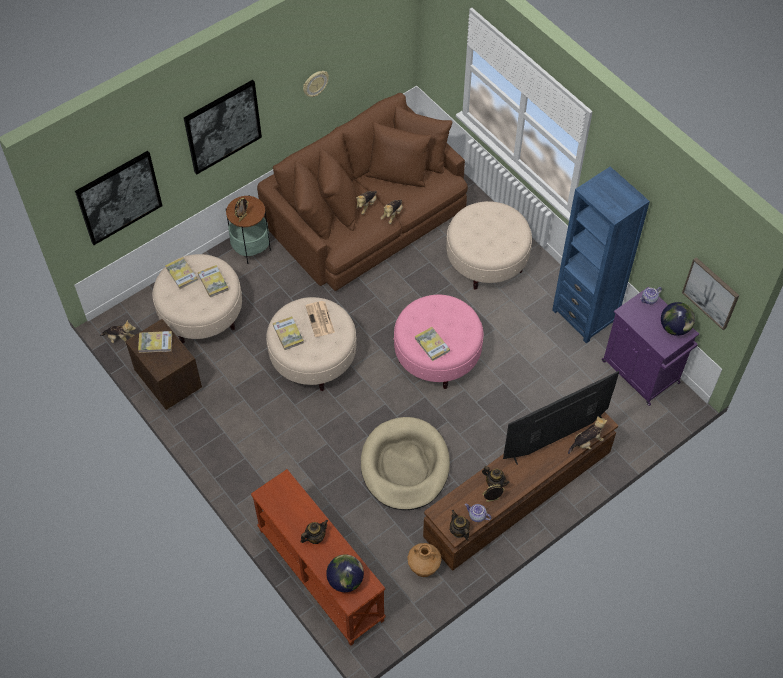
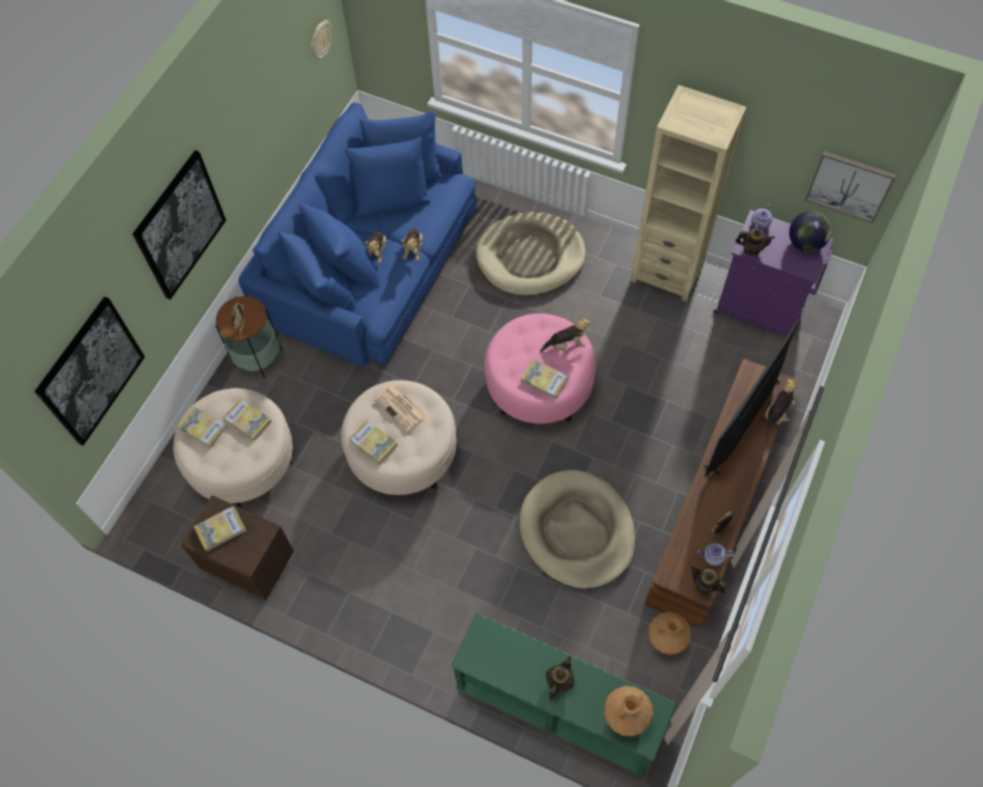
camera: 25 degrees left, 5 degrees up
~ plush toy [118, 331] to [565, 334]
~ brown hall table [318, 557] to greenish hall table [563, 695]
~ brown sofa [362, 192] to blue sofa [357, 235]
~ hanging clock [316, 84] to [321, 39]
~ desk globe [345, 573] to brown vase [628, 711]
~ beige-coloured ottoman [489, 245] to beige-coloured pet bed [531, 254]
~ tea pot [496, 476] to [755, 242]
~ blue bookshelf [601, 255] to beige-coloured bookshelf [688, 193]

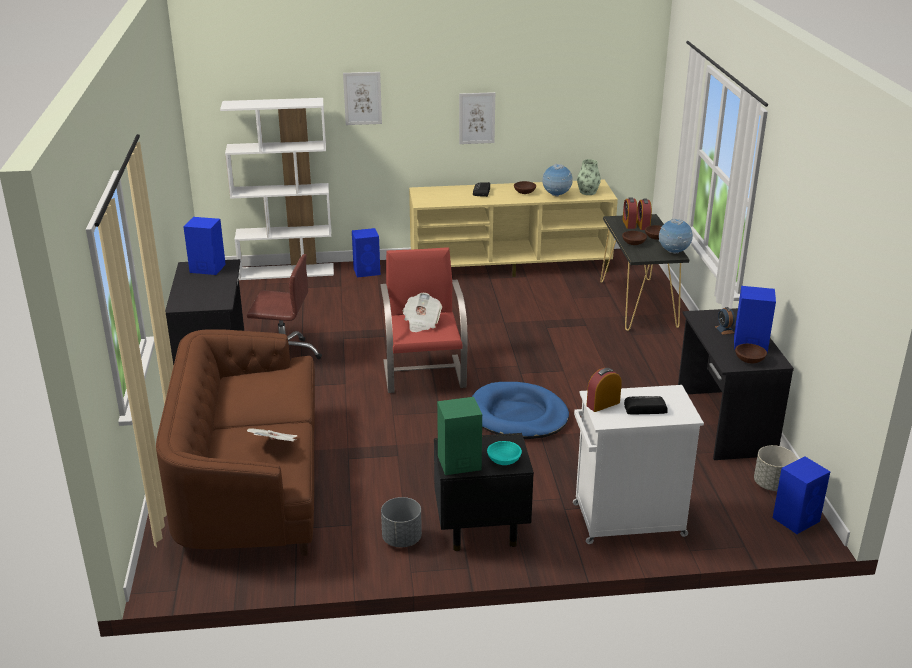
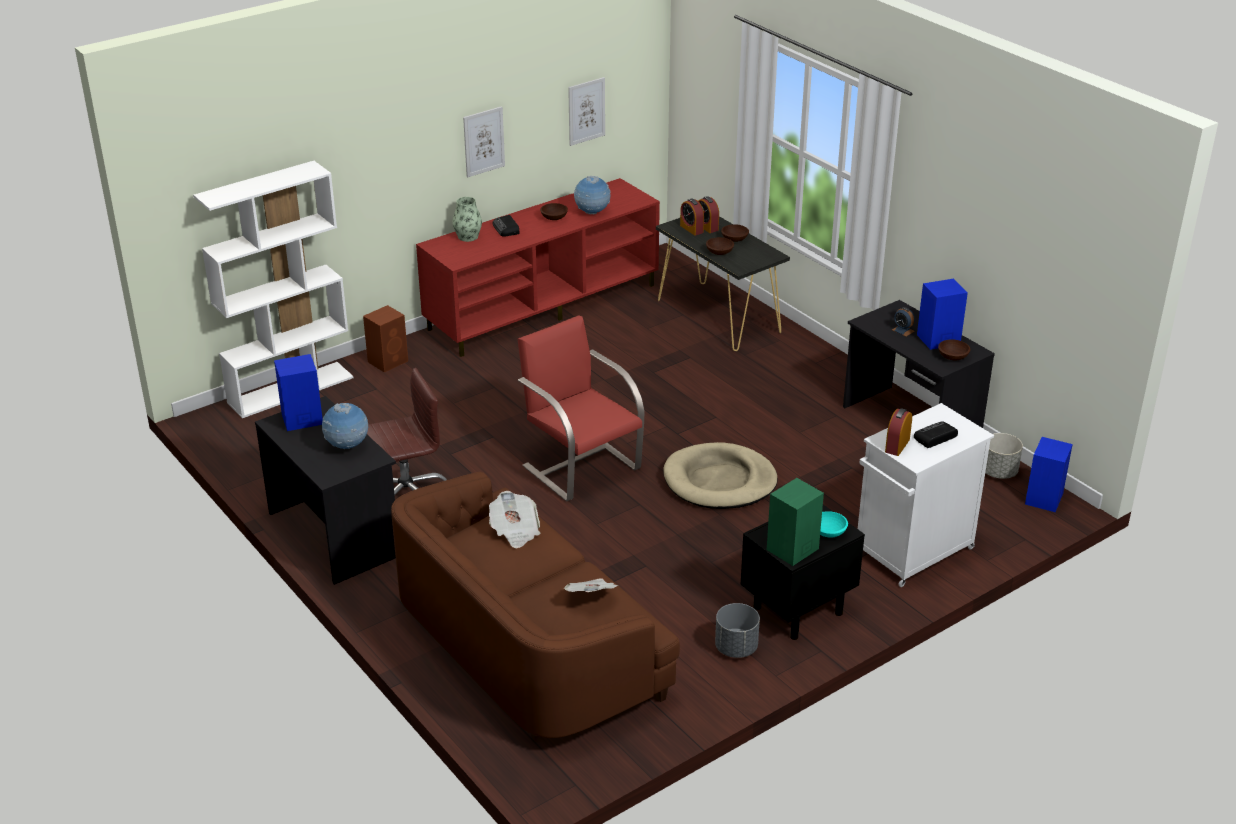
camera: 30 degrees left, 5 degrees up
~ wall art [362, 98] to [586, 111]
~ blue loudspeaker [366, 253] to brown loudspeaker [385, 338]
~ newspaper [422, 312] to [515, 519]
~ beige-coloured media console [513, 228] to reddish media console [538, 267]
~ blue pet bed [520, 410] to beige-coloured pet bed [720, 475]
~ vase [589, 177] to [467, 219]
~ desk globe [676, 236] to [345, 426]

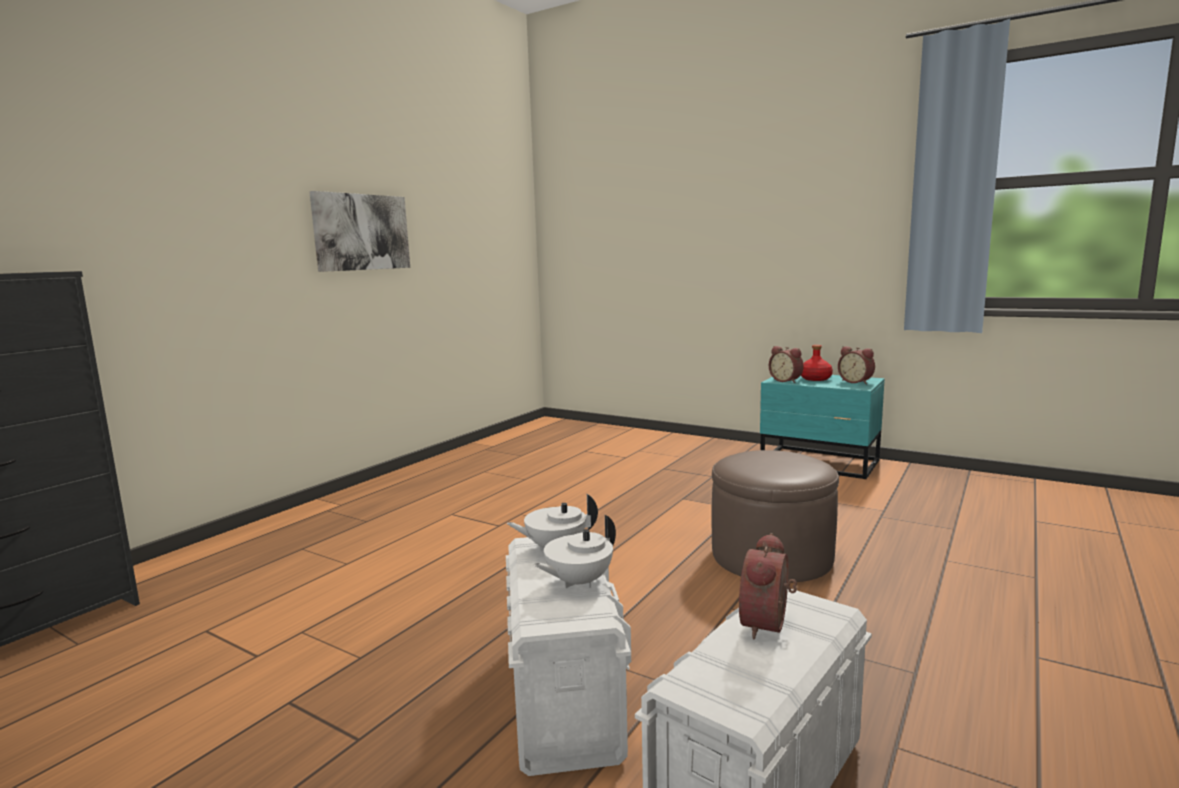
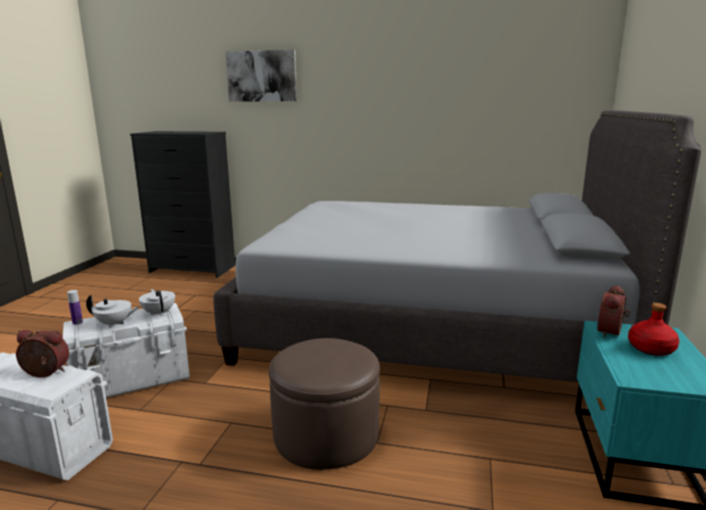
camera: 70 degrees right, 5 degrees up
~ wall art [359, 231] to [261, 76]
~ white-coloured tea pot [575, 551] = [113, 311] 150 degrees clockwise
- bedside clock [856, 365]
+ beverage bottle [75, 307]
+ gray bed [457, 246]

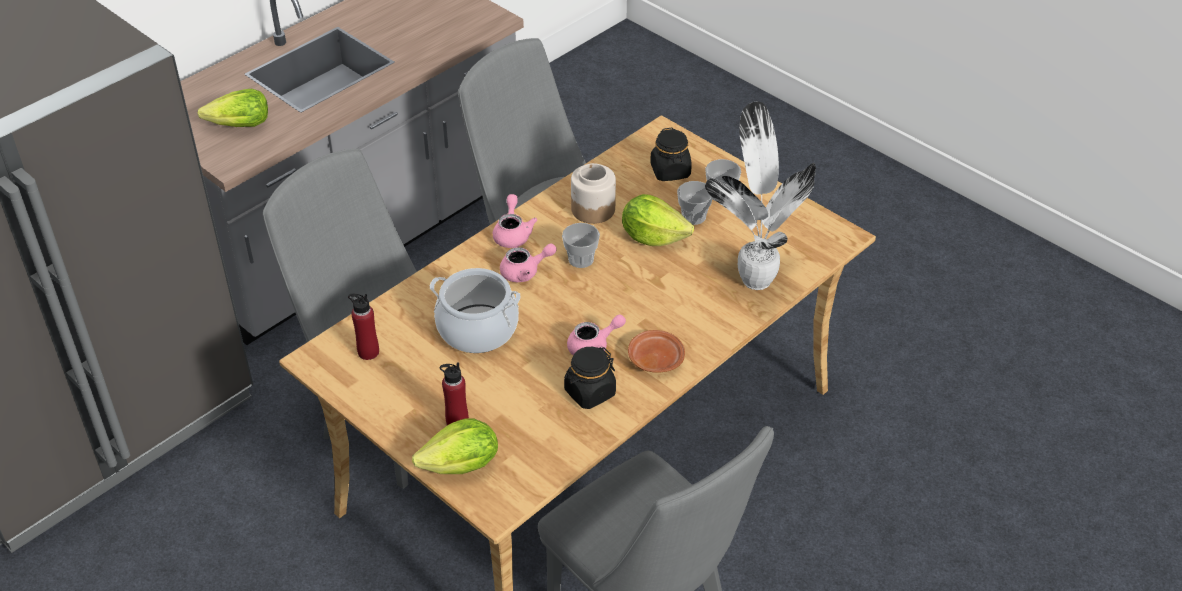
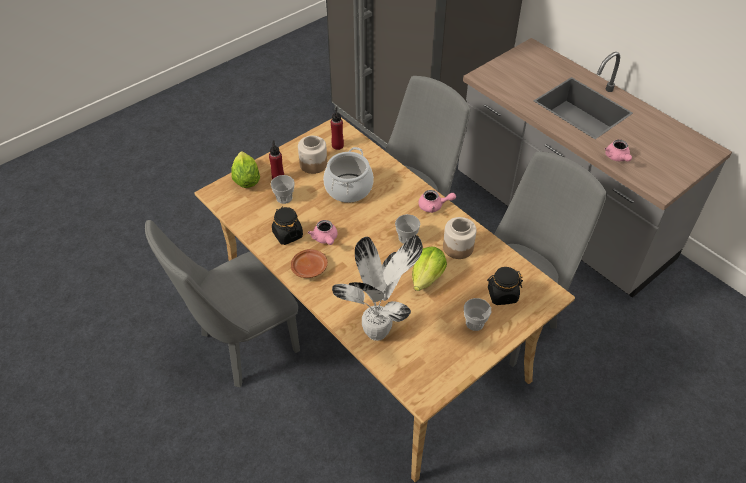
camera: 95 degrees right, 5 degrees up
- lettuce head [233, 108]
~ pink tea pot [528, 262] to [618, 150]
~ small cup [695, 203] to [283, 189]
+ storage jar [312, 155]

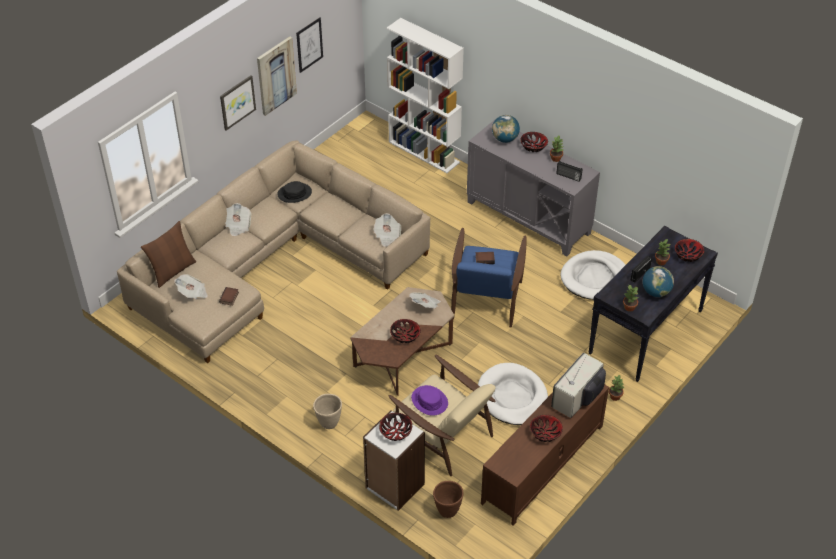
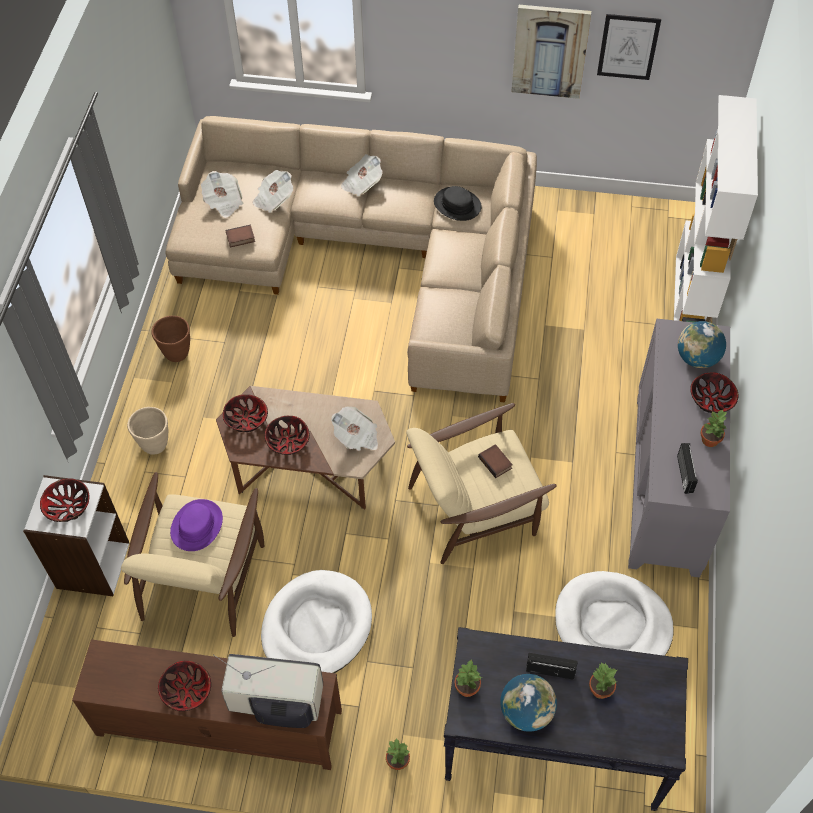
camera: 60 degrees right, 10 degrees up
- brown throw pillow [168, 254]
- wall art [238, 102]
~ newspaper [387, 230] to [272, 191]
~ brown planter [448, 499] to [170, 339]
~ blue lounge chair [489, 278] to beige-coloured lounge chair [481, 483]
~ serving bowl [690, 250] to [245, 413]

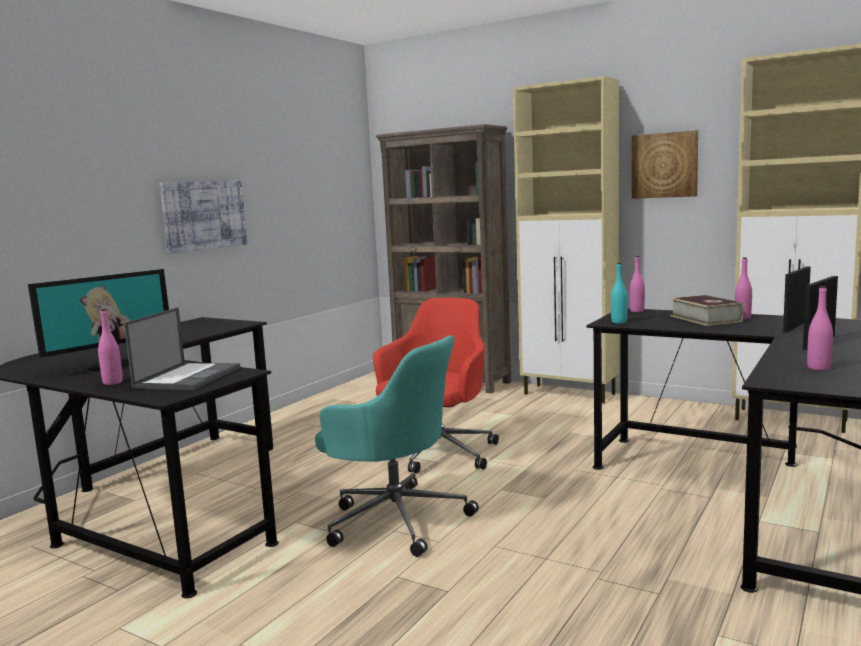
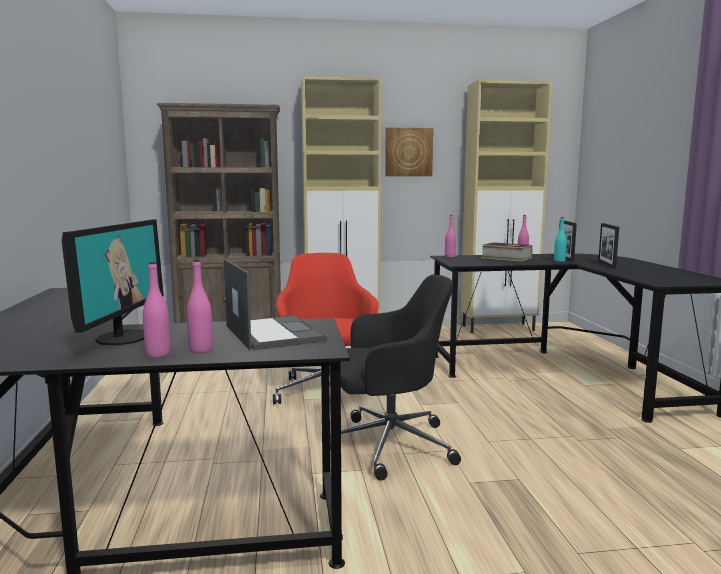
camera: 40 degrees left, 0 degrees up
- wall art [203, 217]
~ blue-green desk chair [397, 446] to black-coloured desk chair [395, 377]
~ blue-green beverage bottle [619, 293] to [560, 239]
~ pink beverage bottle [820, 328] to [156, 310]

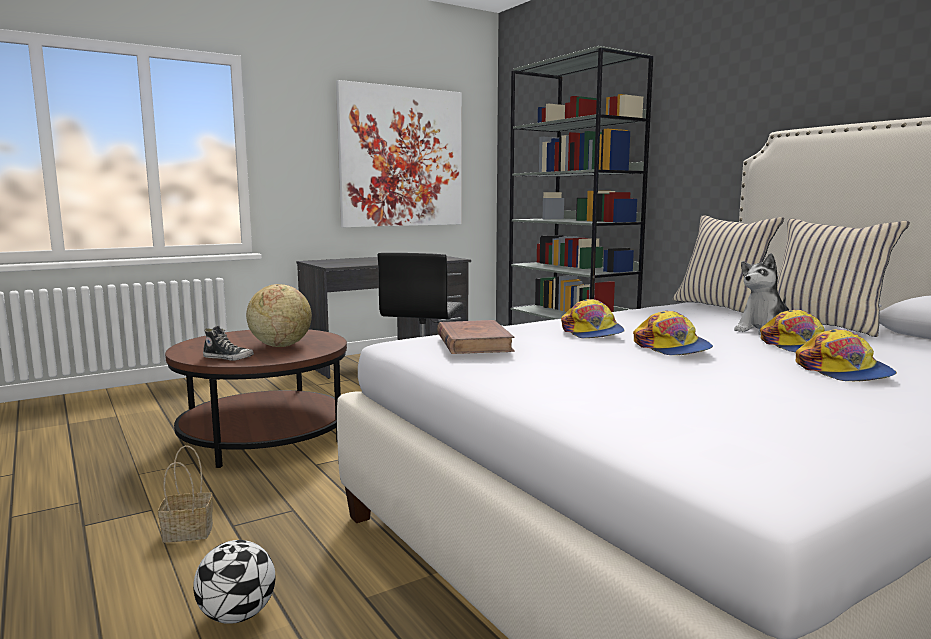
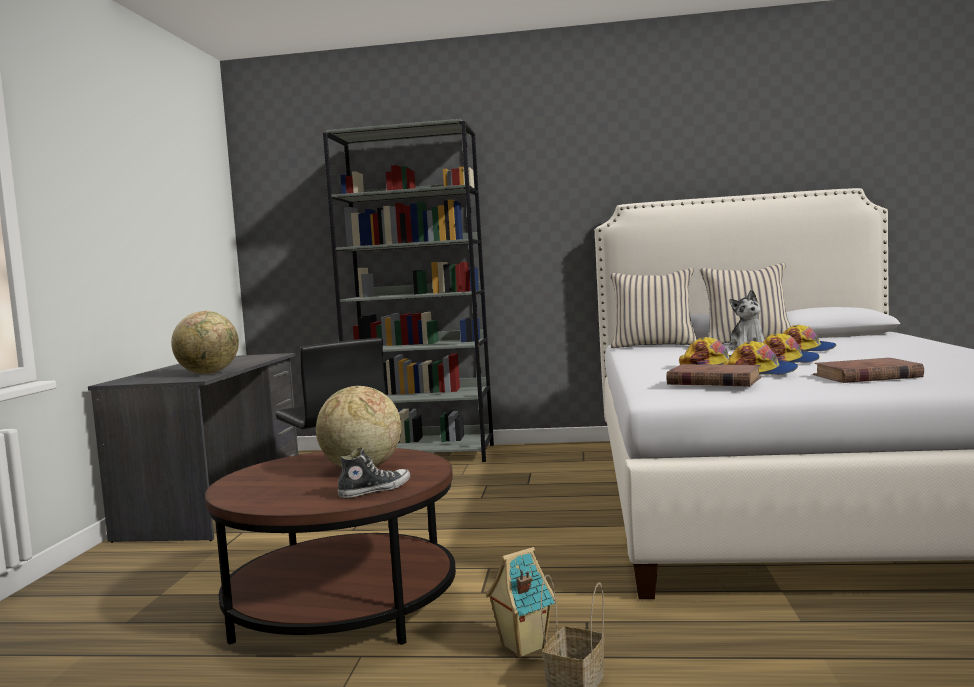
camera: 50 degrees left, 5 degrees down
- football ball [234, 582]
- wall art [399, 153]
~ peaked cap [846, 355] to [760, 358]
+ desk globe [205, 342]
+ miniature house [521, 602]
+ brown bound book [868, 370]

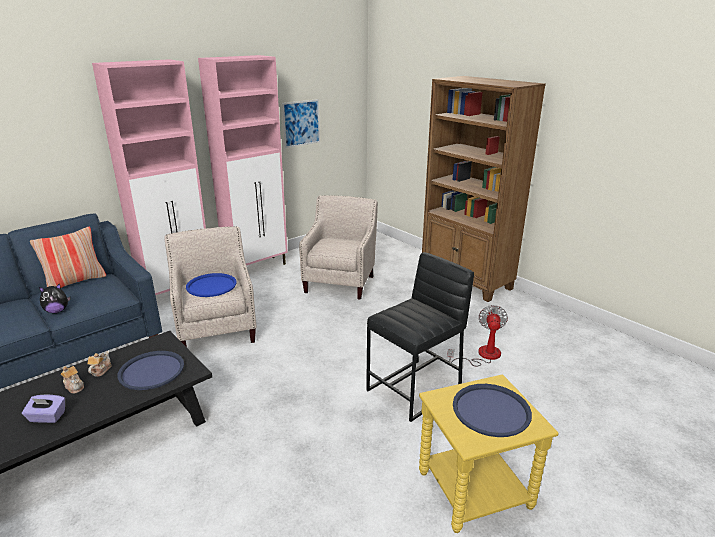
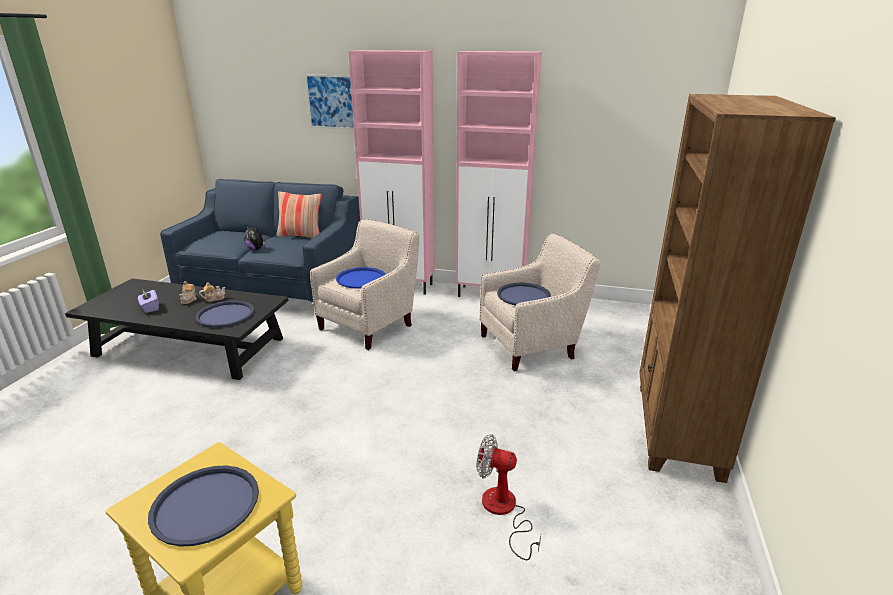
camera: 55 degrees right, 0 degrees up
~ wall art [301, 123] to [329, 101]
- black-coloured sitting stool [420, 337]
~ cooling fan [477, 335] = [509, 497] 135 degrees counterclockwise
+ blue tray [524, 294]

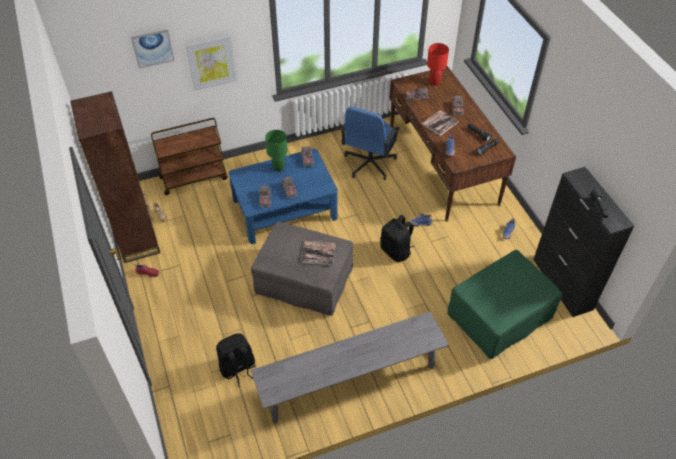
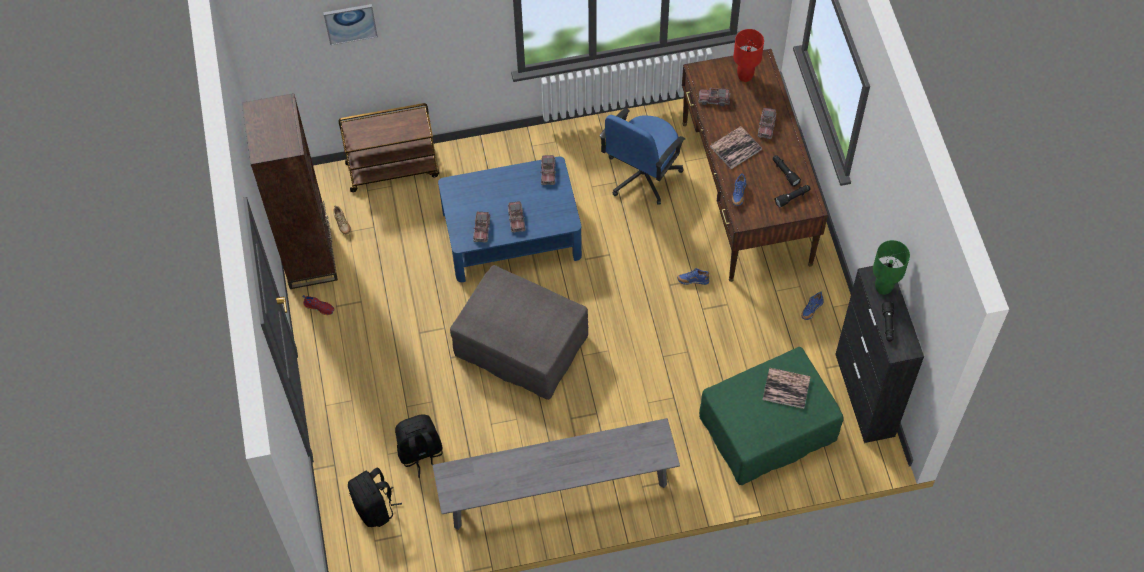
camera: 10 degrees right, 10 degrees up
- wall art [211, 63]
~ greenish table lamp [276, 151] to [891, 267]
~ bound book [318, 253] to [786, 388]
~ black-coloured knapsack [397, 238] to [375, 497]

